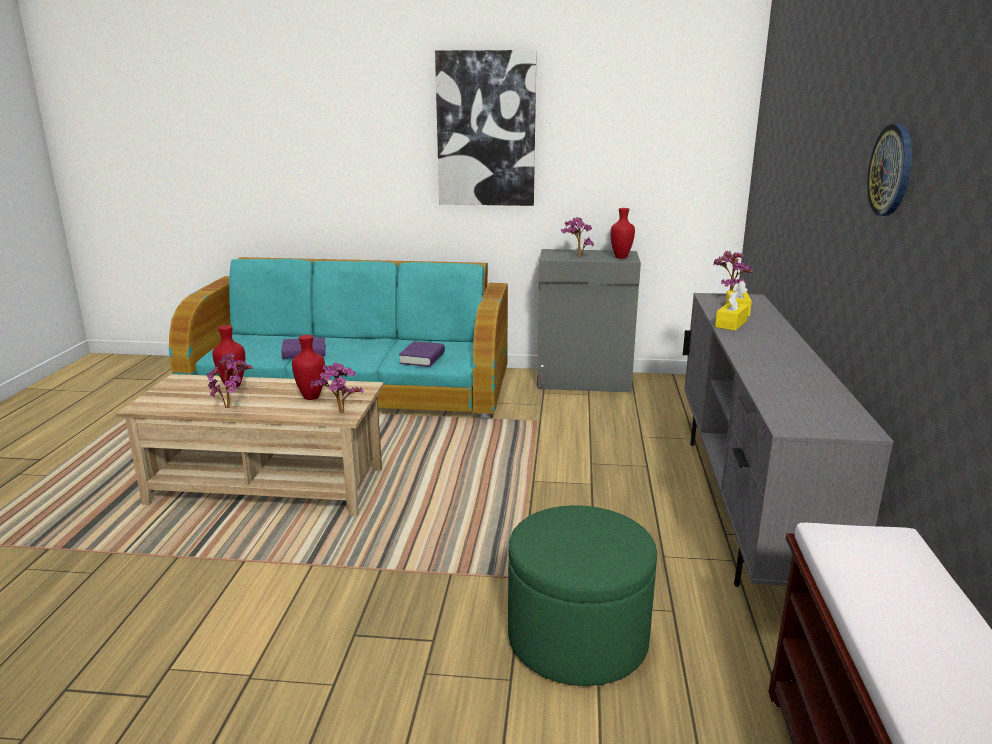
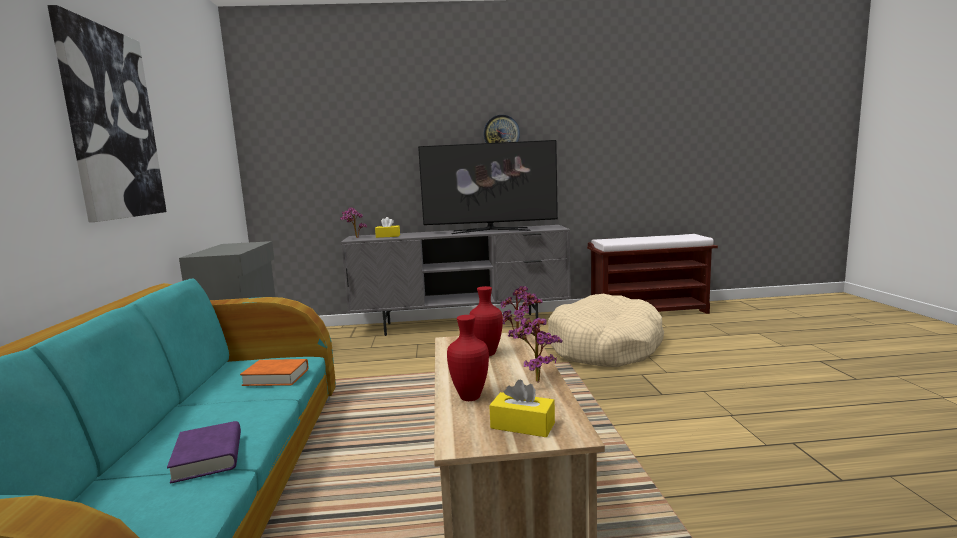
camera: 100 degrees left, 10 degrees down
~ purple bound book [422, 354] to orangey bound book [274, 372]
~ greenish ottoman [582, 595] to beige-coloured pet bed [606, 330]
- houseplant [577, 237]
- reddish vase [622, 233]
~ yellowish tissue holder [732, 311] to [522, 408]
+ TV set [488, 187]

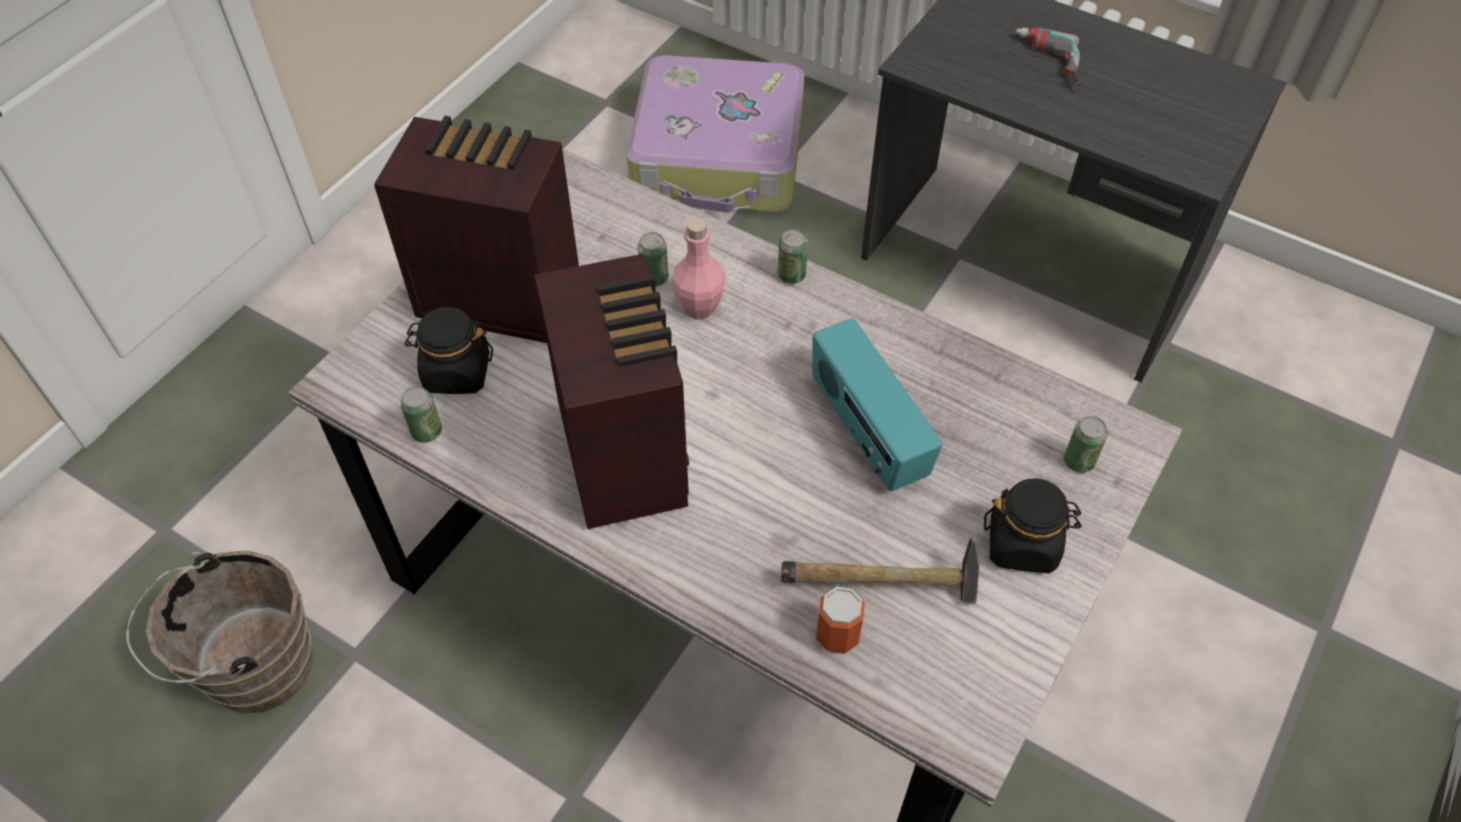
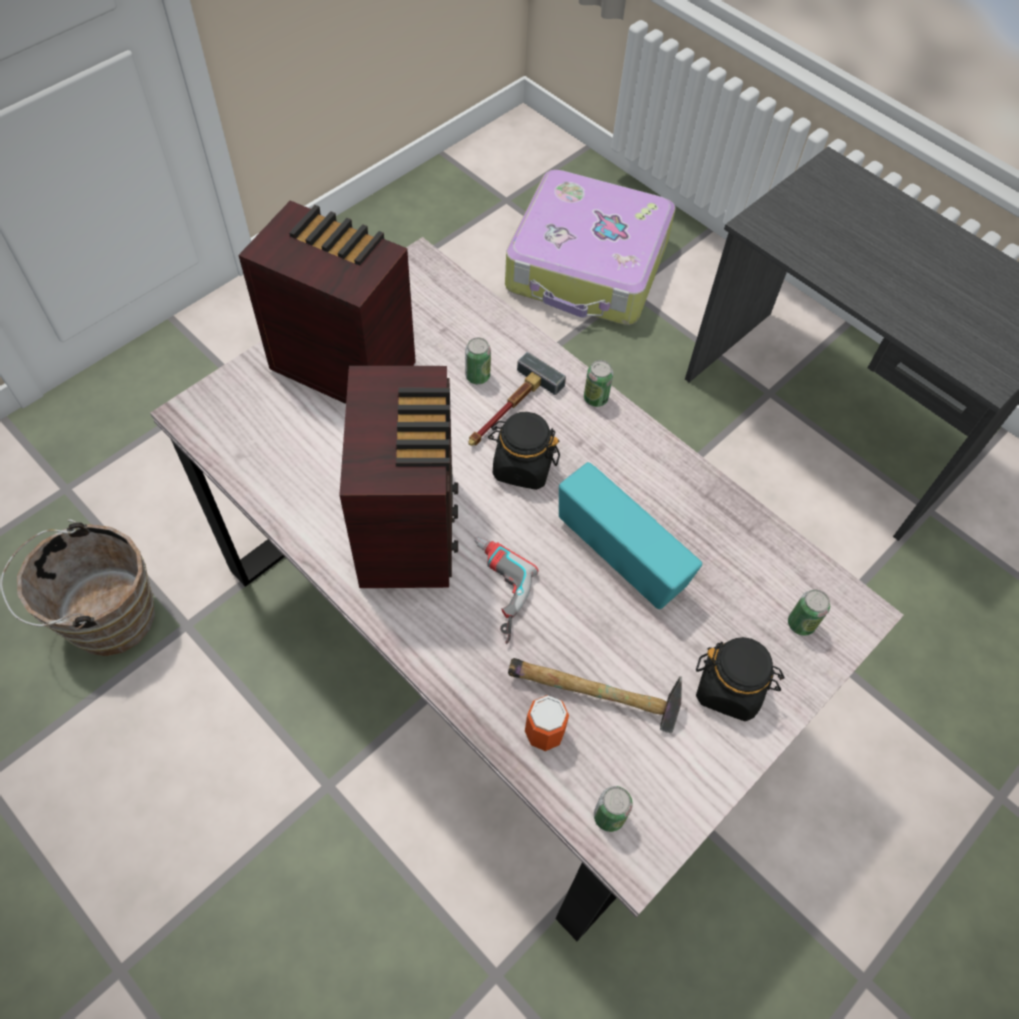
camera: 10 degrees right, 5 degrees up
~ metal can [421, 414] to [613, 809]
~ black-coloured storage jar [449, 350] to [524, 451]
~ pink beverage bottle [698, 268] to hammer [517, 399]
~ radio receiver [877, 405] = [630, 535] 150 degrees clockwise
~ drill [1048, 58] to [506, 590]

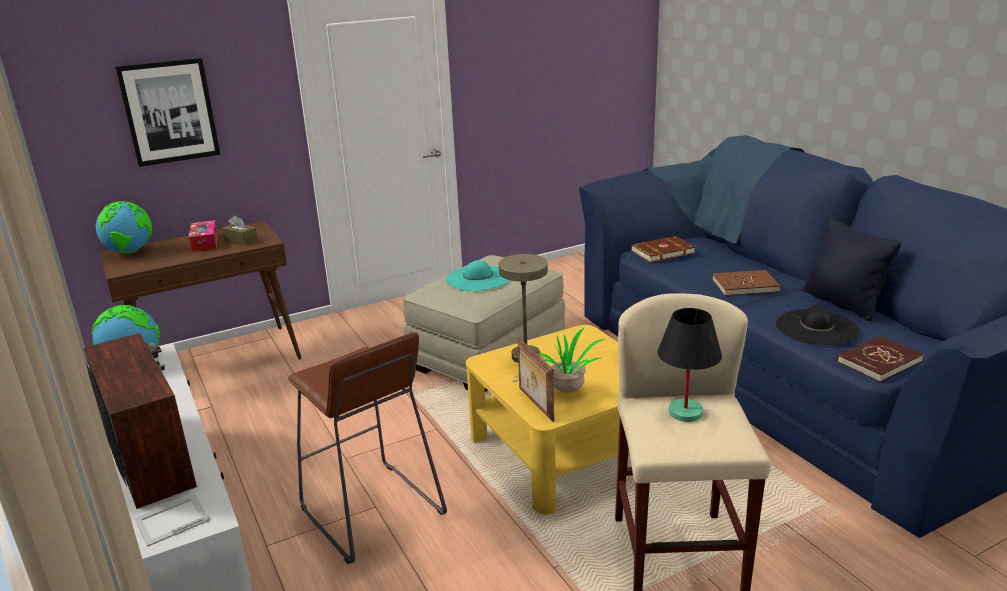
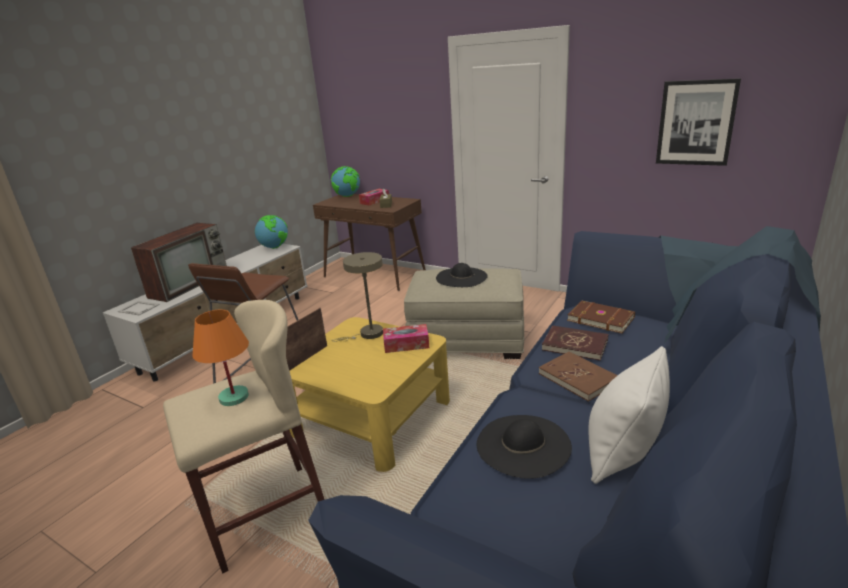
camera: 60 degrees right, 0 degrees up
~ wall art [167, 112] to [698, 122]
~ blue-green clothing hat [477, 275] to black-coloured clothing hat [462, 275]
- houseplant [572, 360]
~ black-coloured table lamp [690, 365] to orangey table lamp [221, 358]
~ black-coloured throw pillow [852, 270] to white-coloured throw pillow [629, 415]
~ reddish bound book [880, 359] to [575, 343]
+ tissue holder [406, 338]

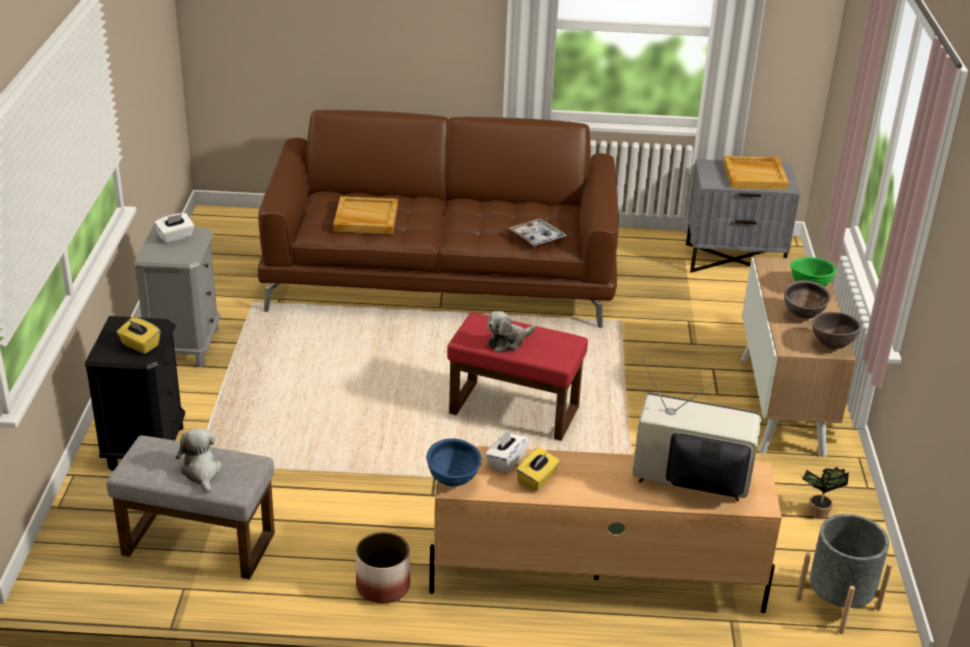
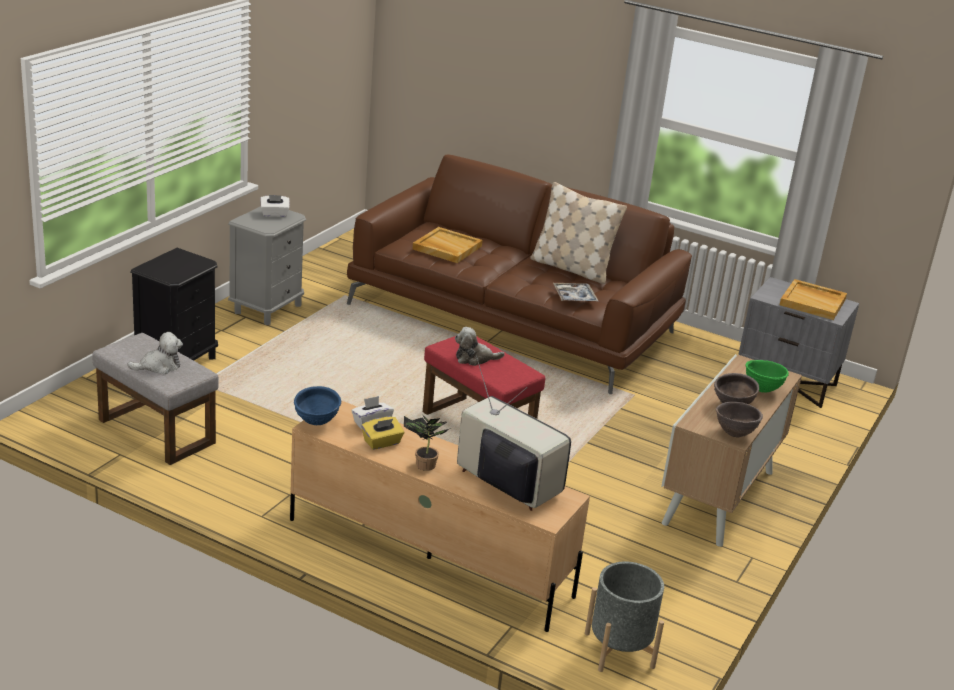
camera: 25 degrees right, 5 degrees down
- yellowish tissue holder [138, 335]
~ plush toy [199, 460] = [155, 353] 60 degrees clockwise
- planter [383, 567]
~ houseplant [825, 493] to [427, 442]
+ beige-coloured throw pillow [578, 233]

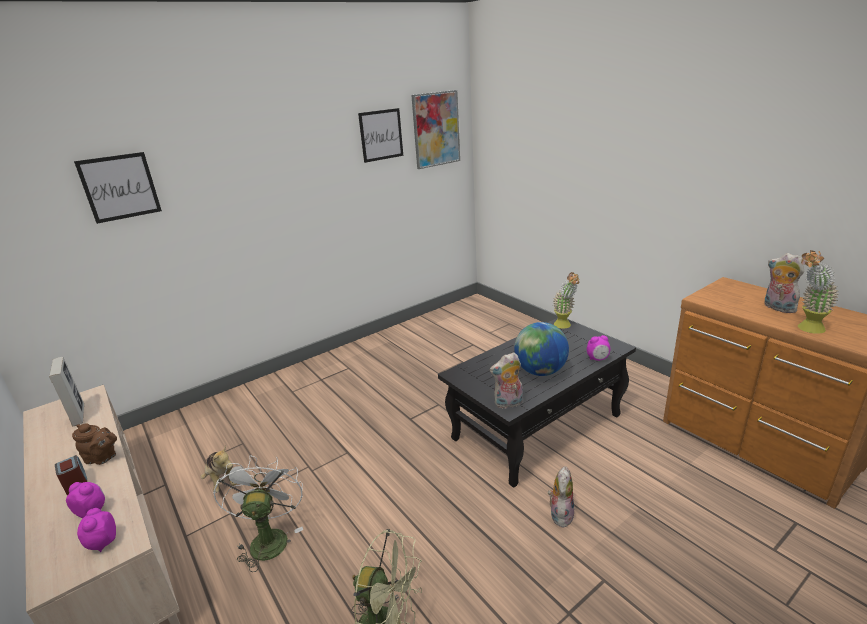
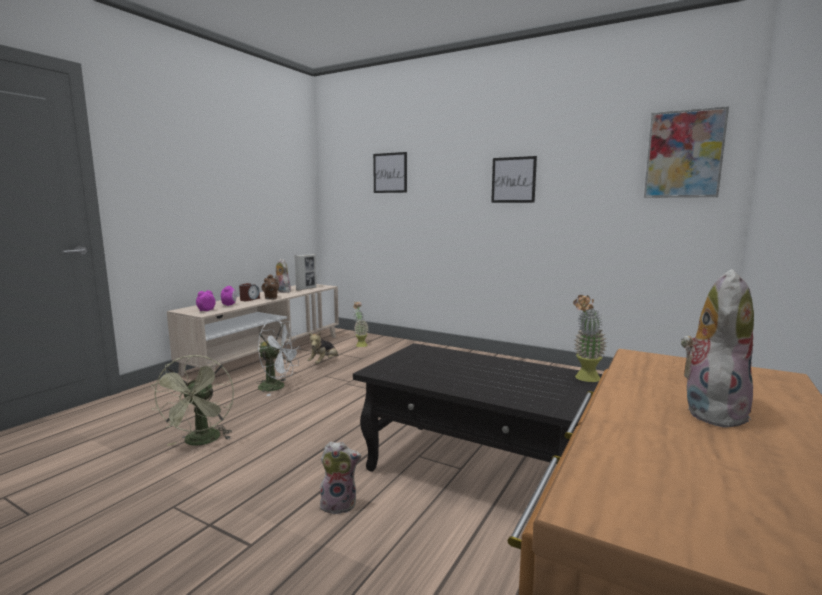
camera: 65 degrees right, 15 degrees down
~ white-coloured cooling fan [258, 513] = [279, 358] 45 degrees clockwise
~ wall art [380, 135] to [514, 179]
~ plush toy [506, 380] to [283, 276]
- desk globe [541, 349]
- bedside clock [598, 348]
~ houseplant [818, 292] to [361, 324]

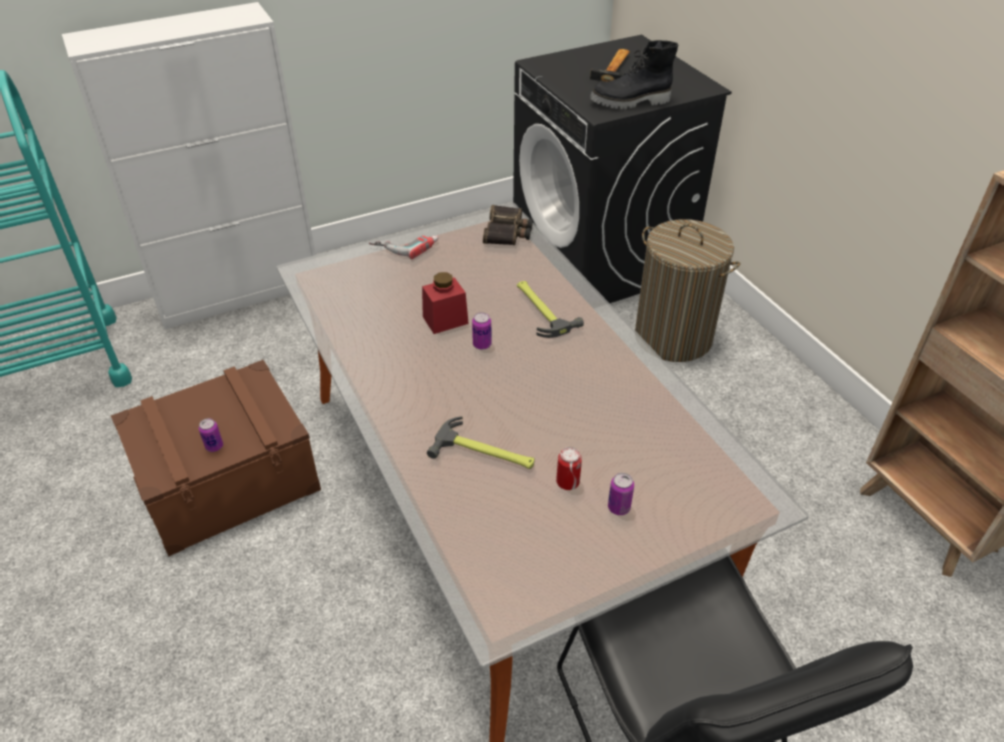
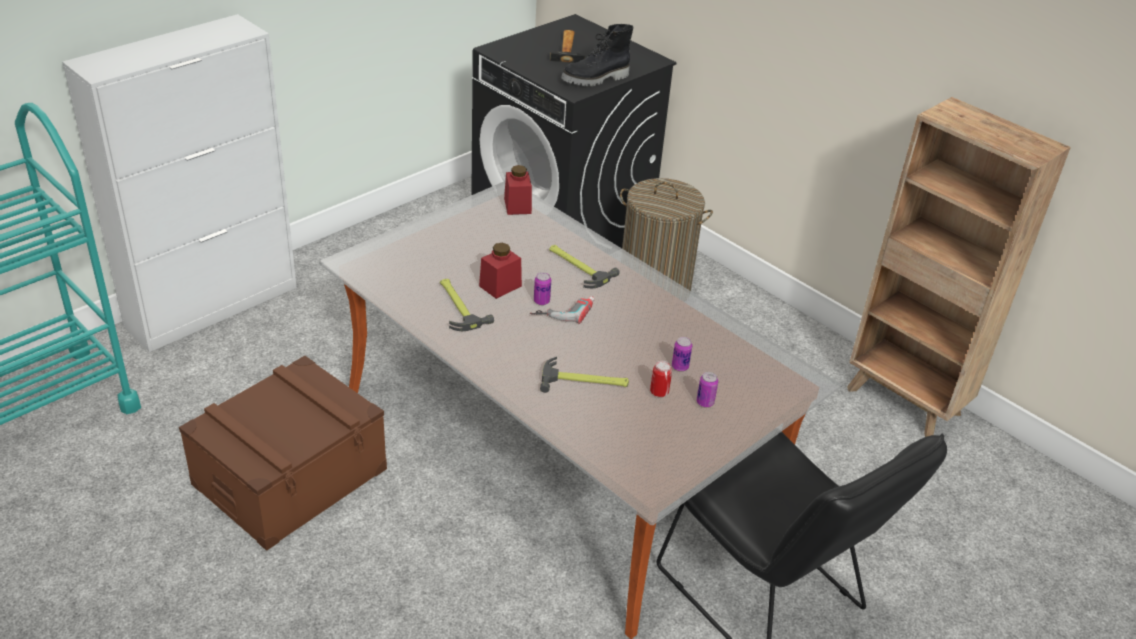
camera: 20 degrees left, 5 degrees down
~ metal can [211, 435] to [682, 354]
~ drill [404, 247] to [562, 310]
~ pair of binoculars [508, 225] to reddish storage jar [518, 190]
+ hammer [467, 305]

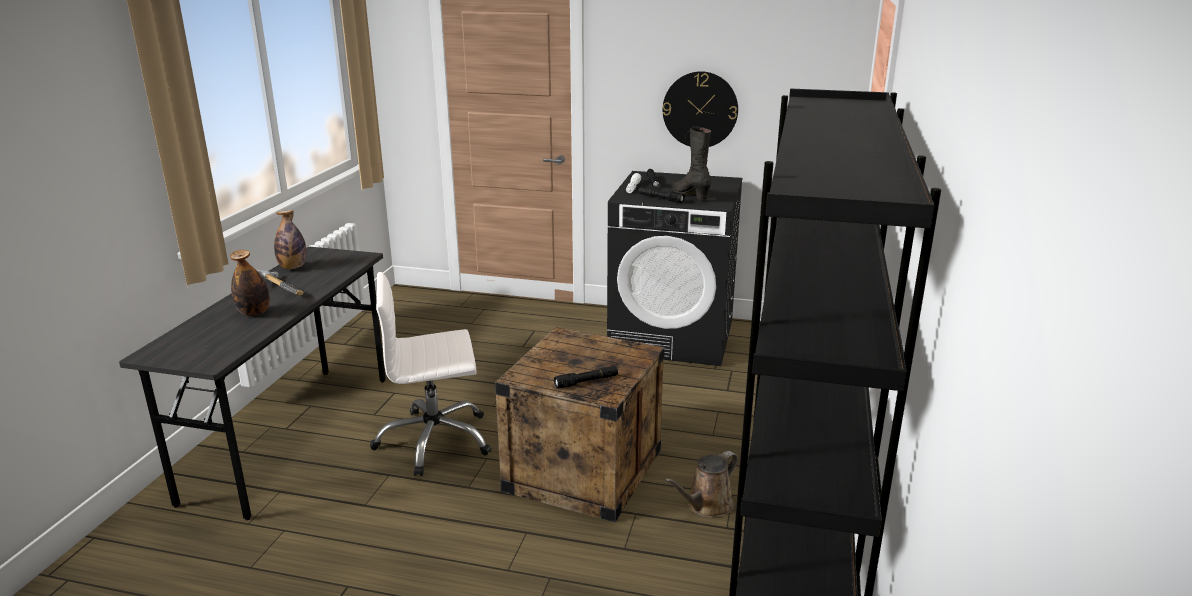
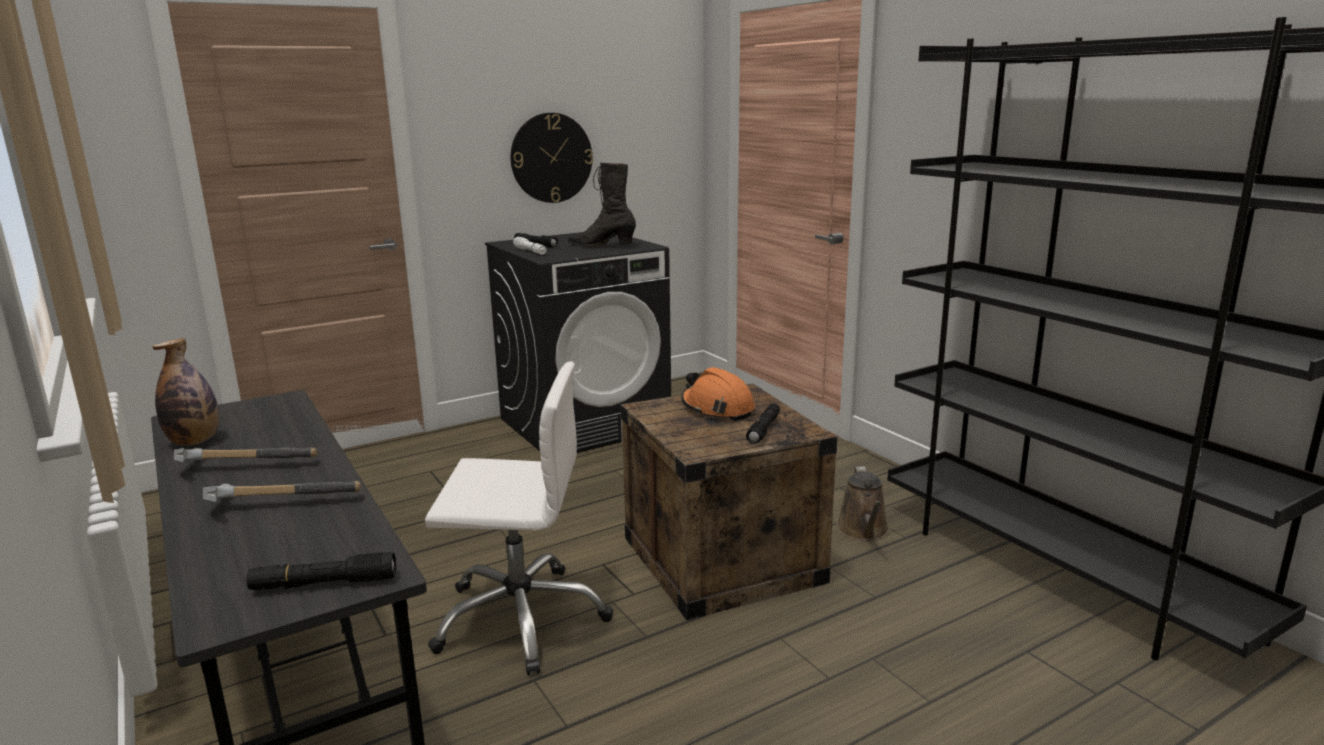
camera: 45 degrees left, 5 degrees down
~ beverage bottle [250, 283] to hammer [282, 491]
~ white-coloured desk chair [430, 374] = [519, 518] 120 degrees counterclockwise
~ black-coloured flashlight [662, 195] to [321, 571]
+ orangey hard hat [718, 394]

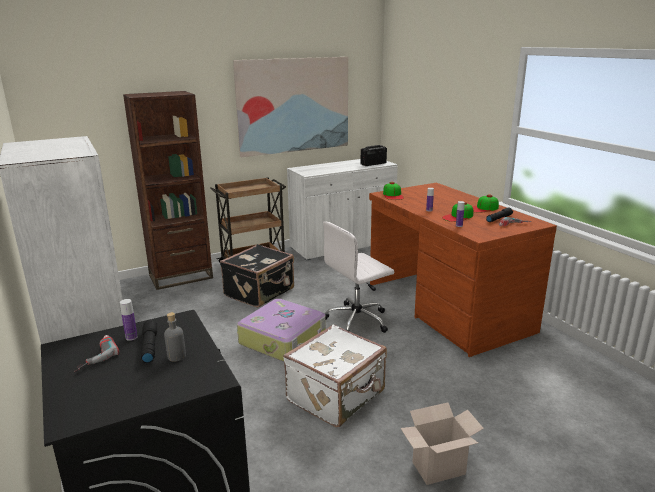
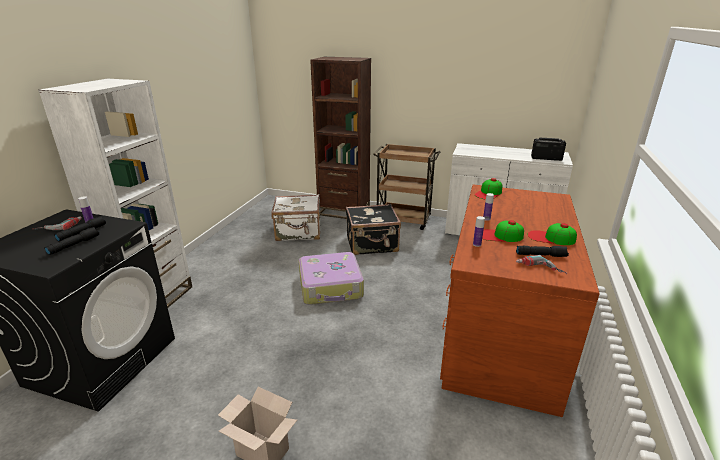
camera: 45 degrees right, 5 degrees up
~ gray beverage bottle [175, 337] to black-coloured flashlight [71, 241]
- wall art [290, 107]
~ white-coloured travel case [335, 375] to [295, 217]
- white-coloured desk chair [358, 277]

